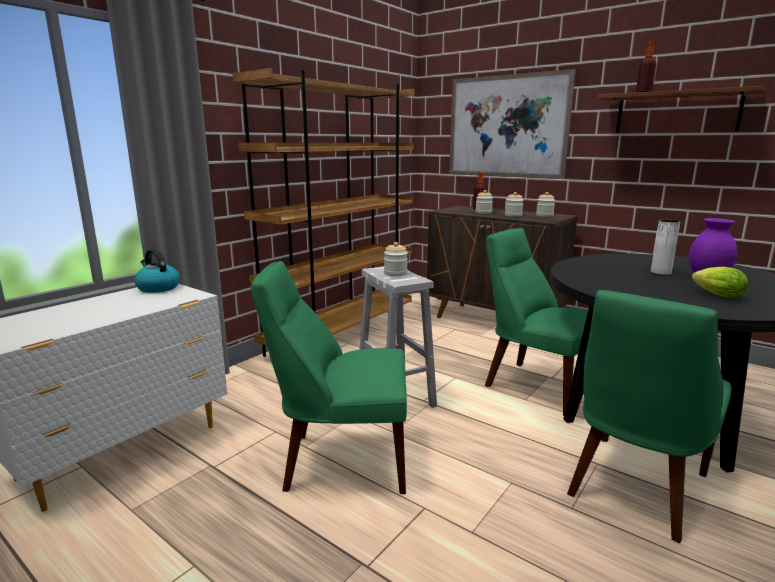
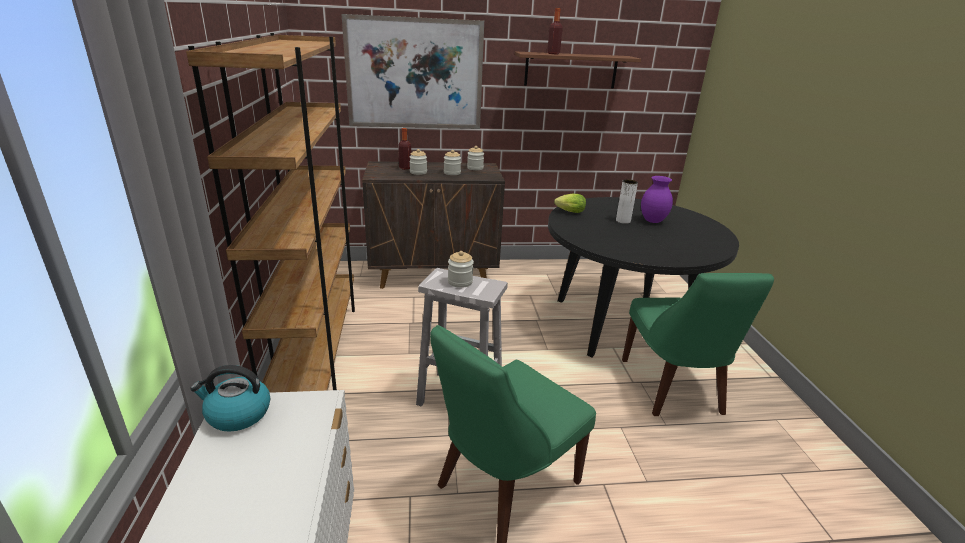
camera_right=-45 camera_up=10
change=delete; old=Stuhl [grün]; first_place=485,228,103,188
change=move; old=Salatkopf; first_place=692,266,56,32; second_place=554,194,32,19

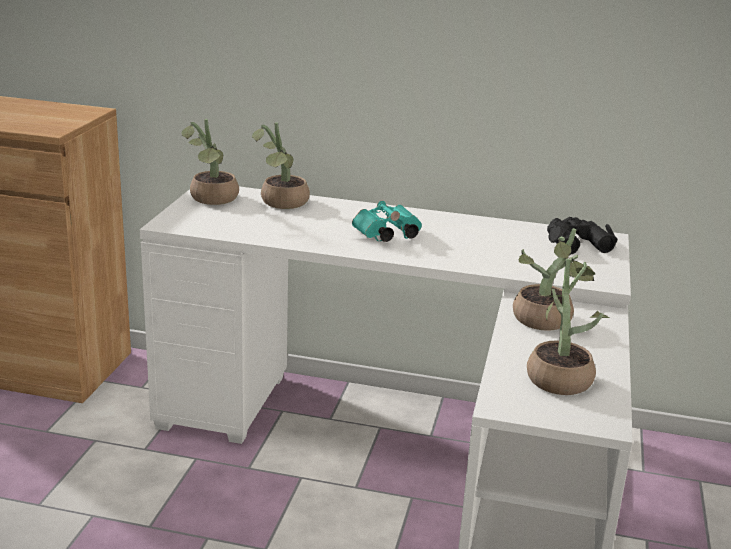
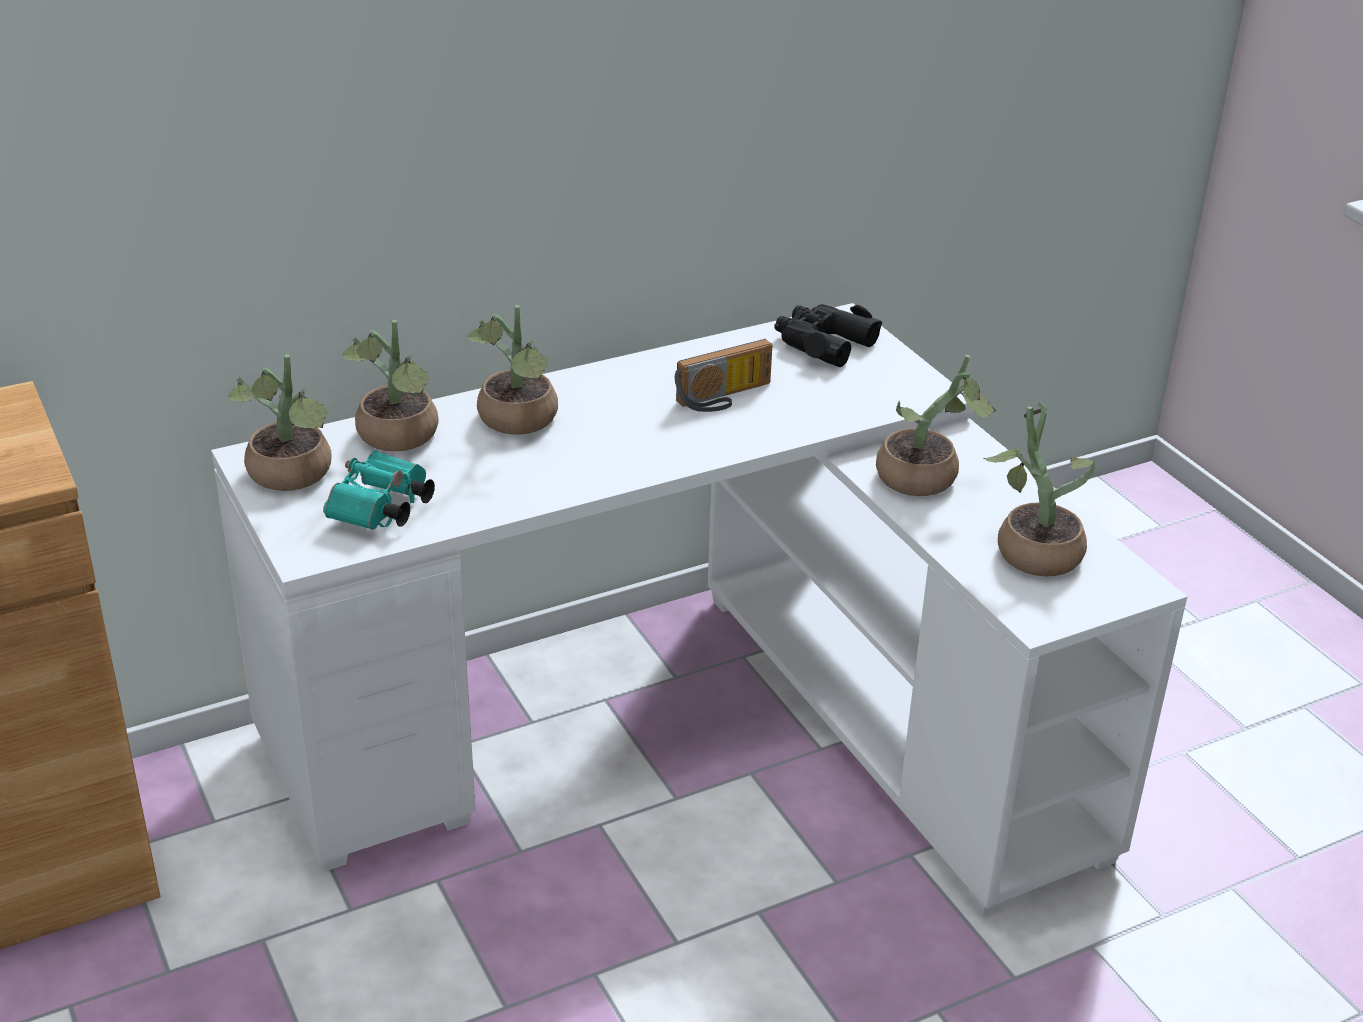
camera_right=-40 camera_up=10
change=move; old=Fernglas [türkis]; first_place=352,201,70,41; second_place=323,451,112,79
change=insert; new=Topfpflanze; second_place=468,305,90,130
change=insert; new=Radio; second_place=675,339,97,73

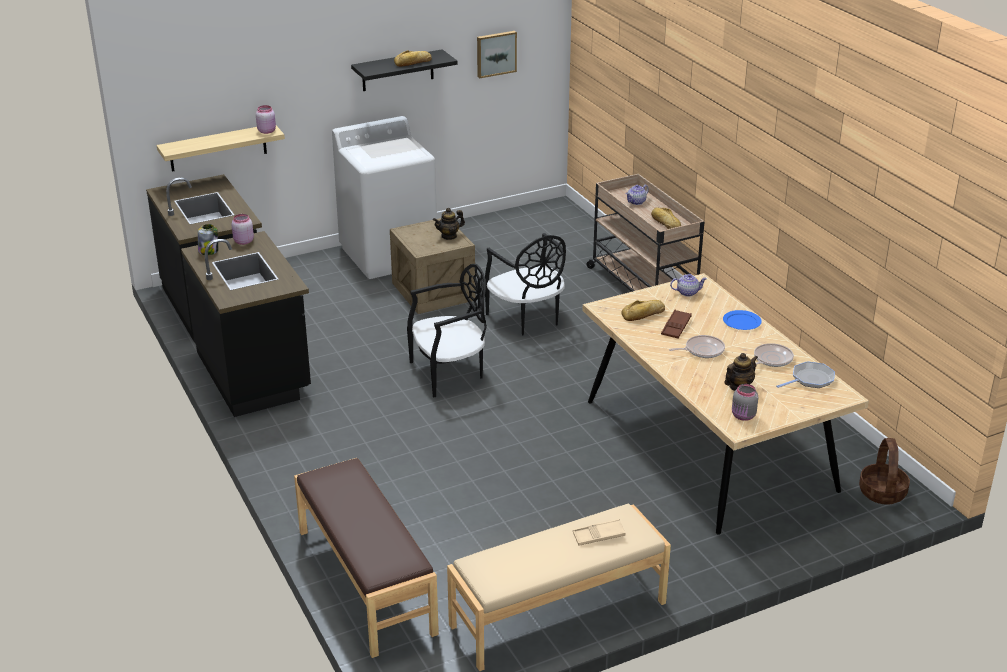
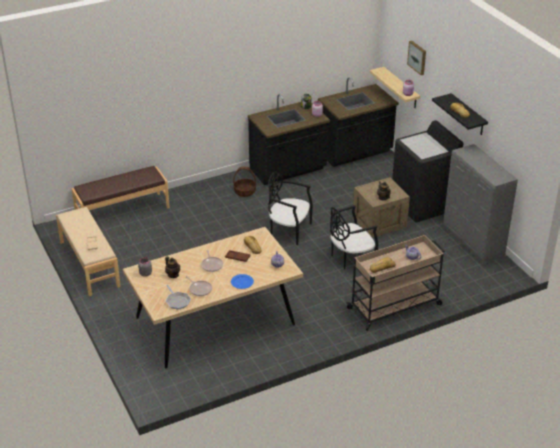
camera_right=90 camera_up=5
change=move; old=Bild; first_place=477,31,40,47; second_place=407,41,19,34
change=recolor; old=Waschmaschine [weiß]; new=Waschmaschine [schwarz]; first_place=332,116,105,163; second_place=392,120,71,103
change=rotate; old=Stuhl [schwarz]; first_place=407,264,80,133; second_place=268,172,45,73; degrees=135
change=move; old=Korb; first_place=859,438,51,67; second_place=233,167,23,30
change=insert; new=Schrank [grau]; second_place=443,144,75,119

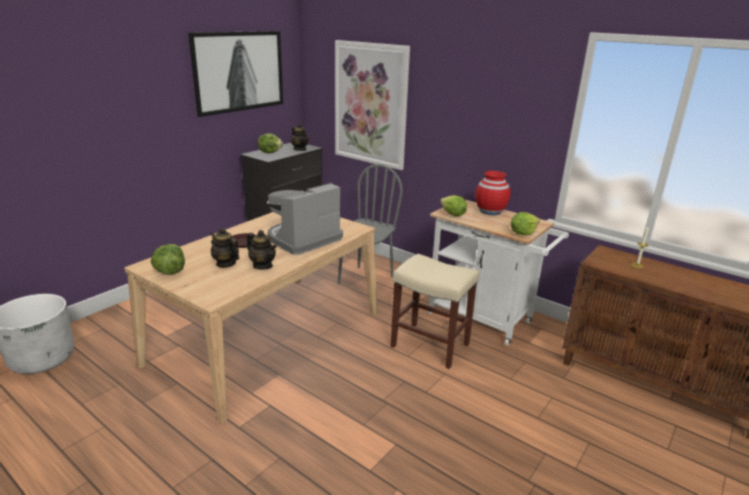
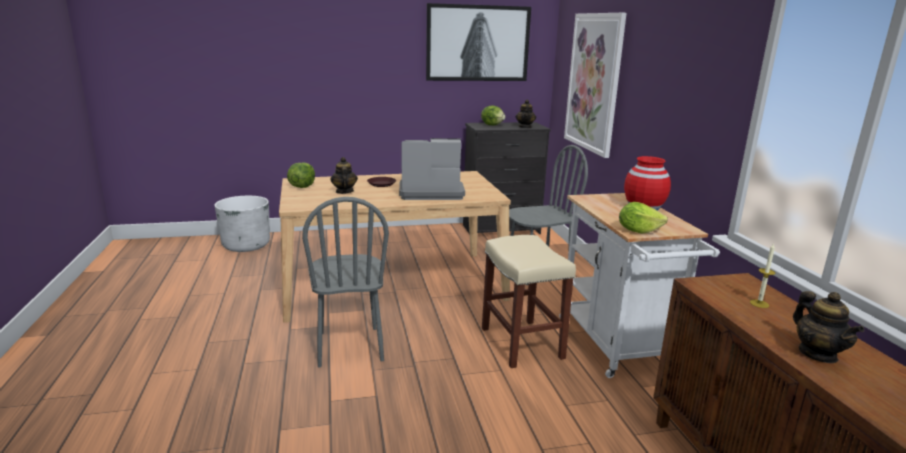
camera_right=40 camera_up=-5
change=delete; old=Salatkopf; first_place=440,195,27,21
change=move; old=Teekanne; first_place=247,230,29,40; second_place=793,291,71,72
change=insert; new=Stuhl [grau]; second_place=302,197,87,170

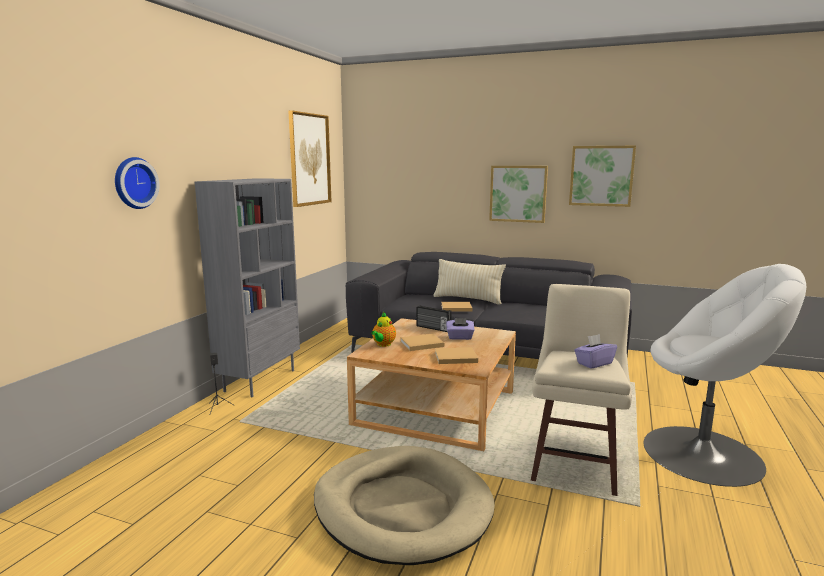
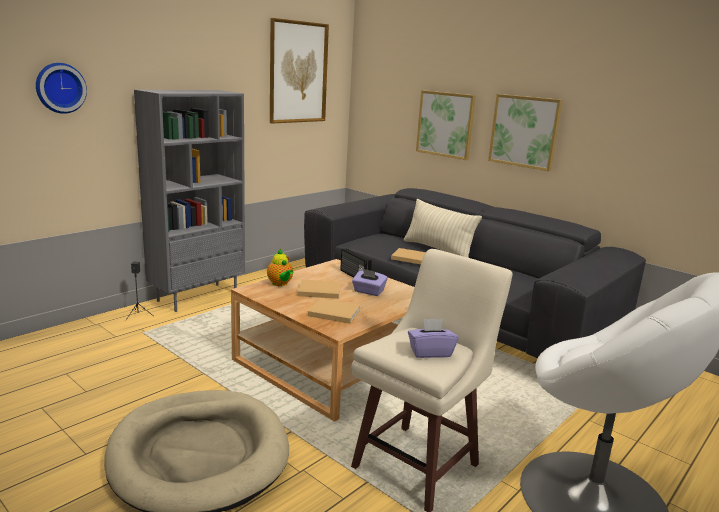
camera_right=20 camera_up=5
change=move; old=Bild; first_place=569,146,67,61; second_place=416,90,60,70
change=rotate; old=Teekanne; first_place=371,312,25,35; second_place=267,249,26,37; degrees=-75

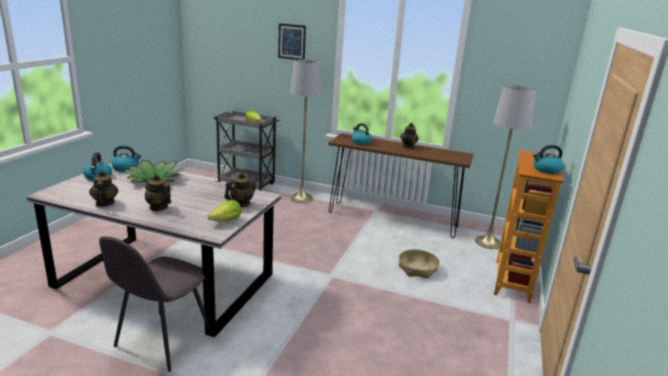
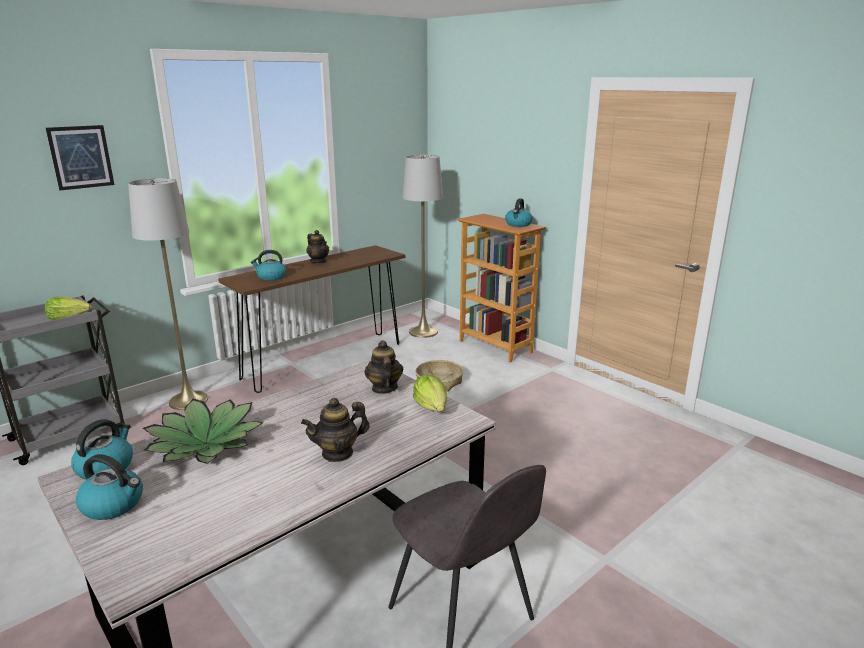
camera_right=-60 camera_up=0
change=delete; old=Teekanne; first_place=89,170,29,37

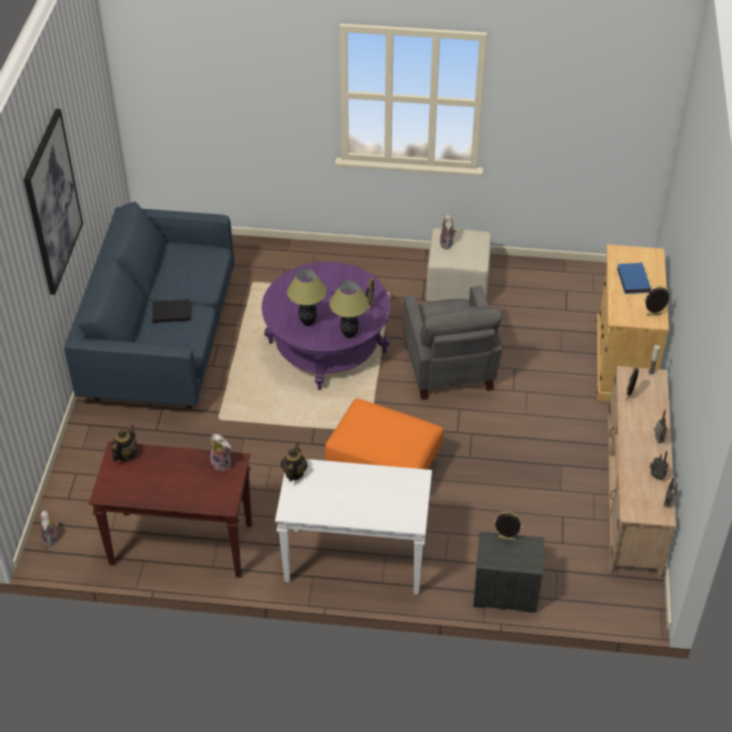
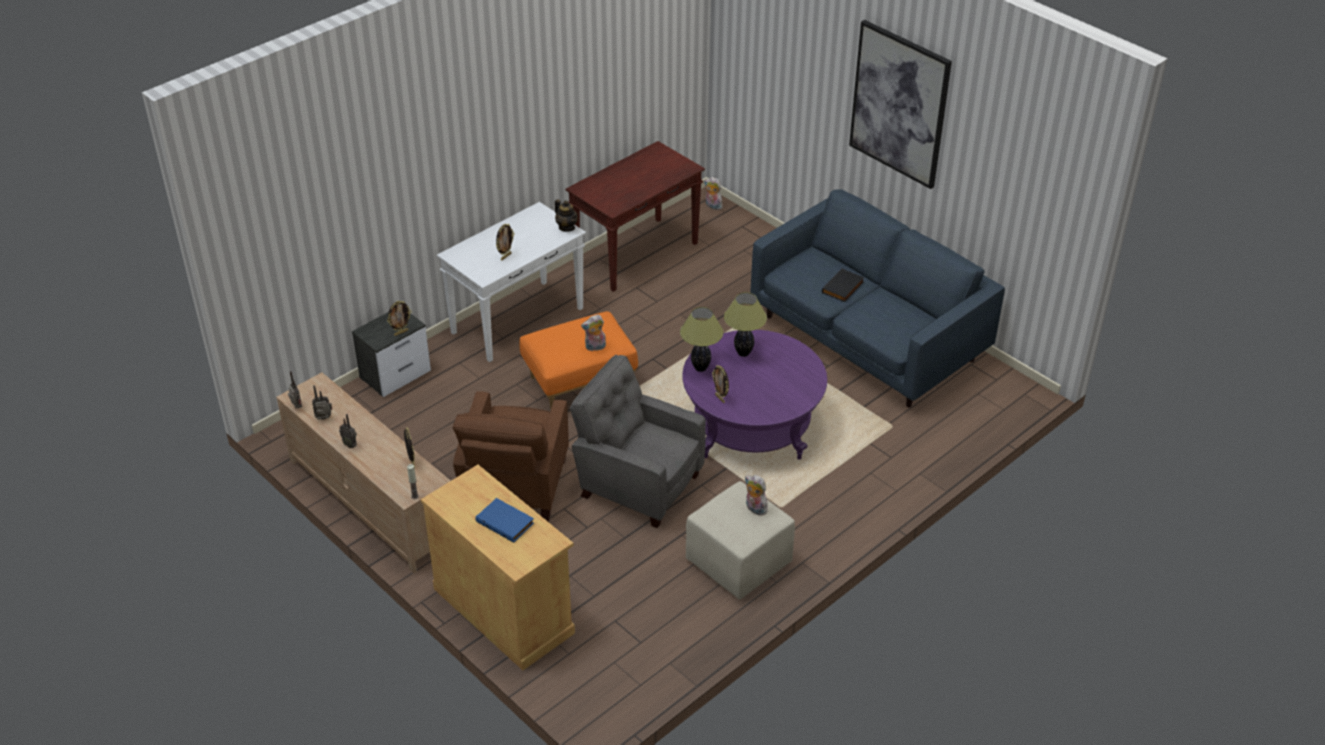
camera_right=130 camera_up=-5
change=move; old=Bilderrahmen; first_place=644,286,26,30; second_place=496,224,18,36
change=delete; old=Teekanne; first_place=112,425,25,36
change=move; old=Plüschtier; first_place=211,434,21,38; second_place=581,314,25,37
change=insert; new=Sessel [braun]; second_place=452,391,117,131

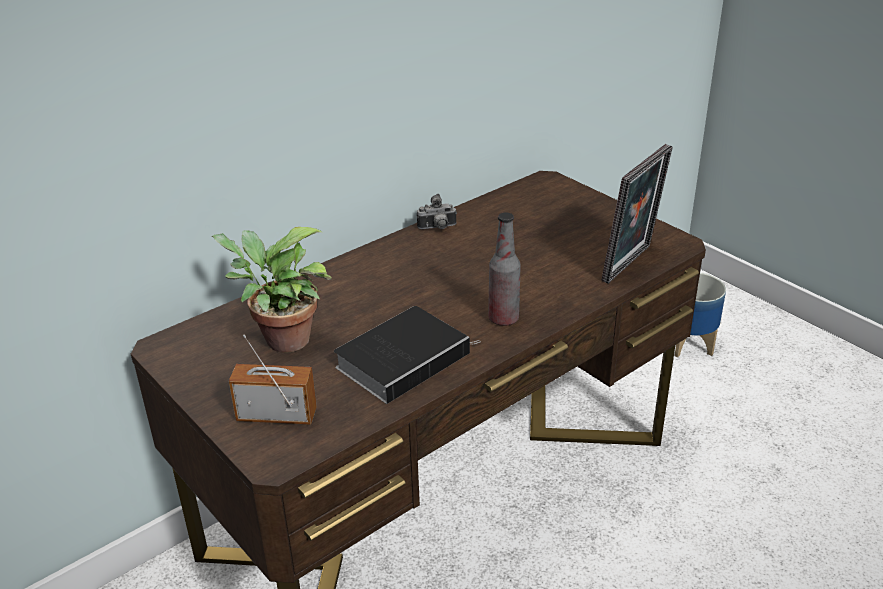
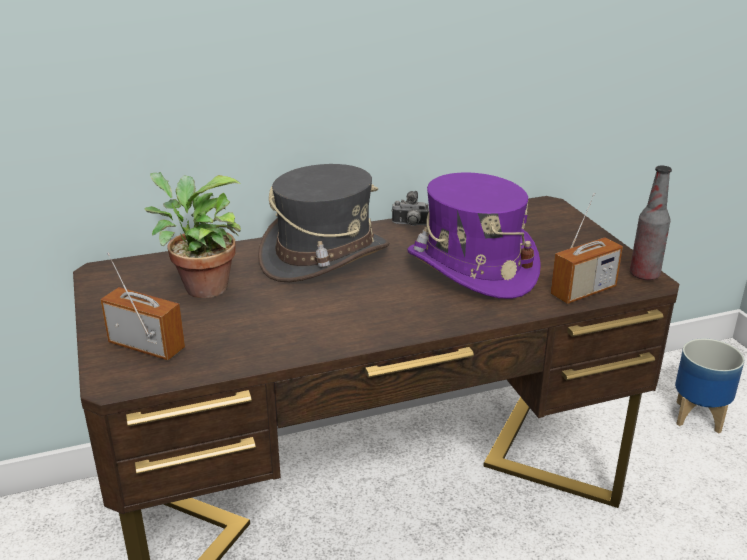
camera_right=20 camera_up=-5
change=replace; old=Bilderrahmen; new=Radio; first_place=601,144,72,140; second_place=551,193,72,111
change=move; old=Flasche; first_place=488,212,33,114; second_place=630,166,42,114
change=delete; old=Buch; first_place=334,306,146,98
change=insert; new=Hut [grau]; second_place=258,164,132,118
change=insert; new=Hut [lila]; second_place=407,172,134,127

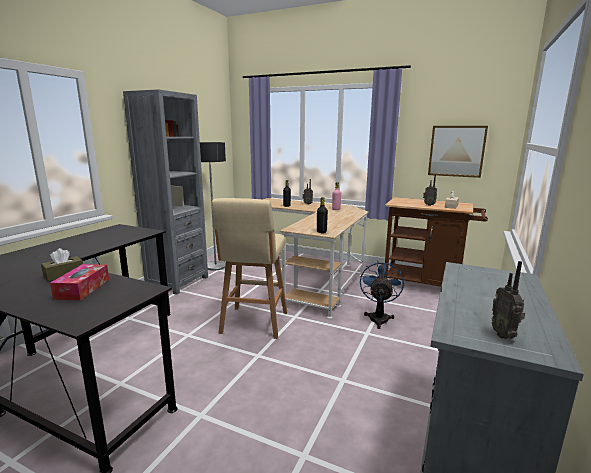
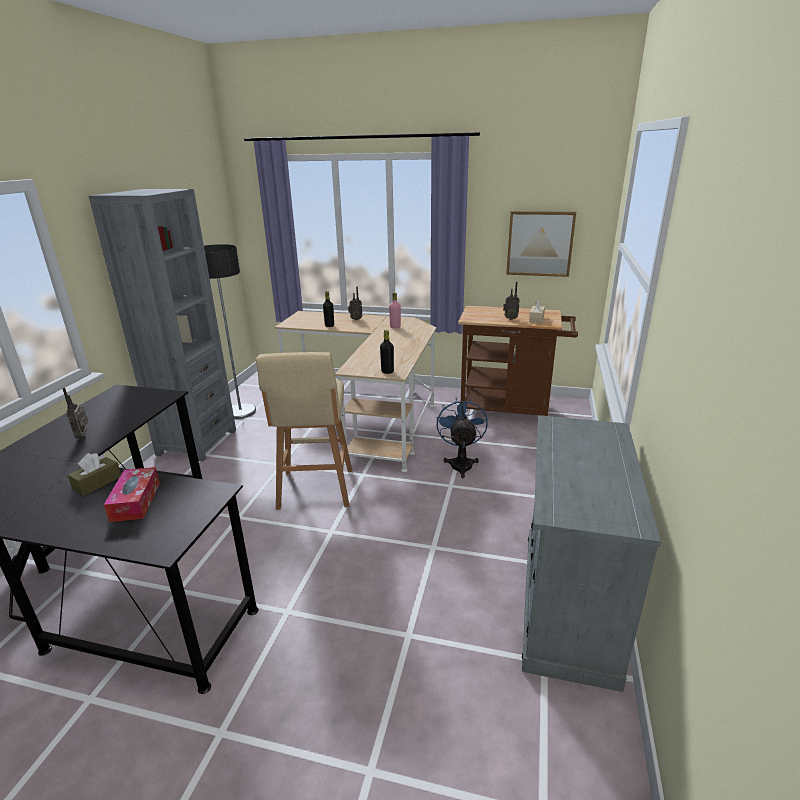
camera_right=-10 camera_up=10
change=move; old=Radio; first_place=492,261,33,78; second_place=62,388,26,51

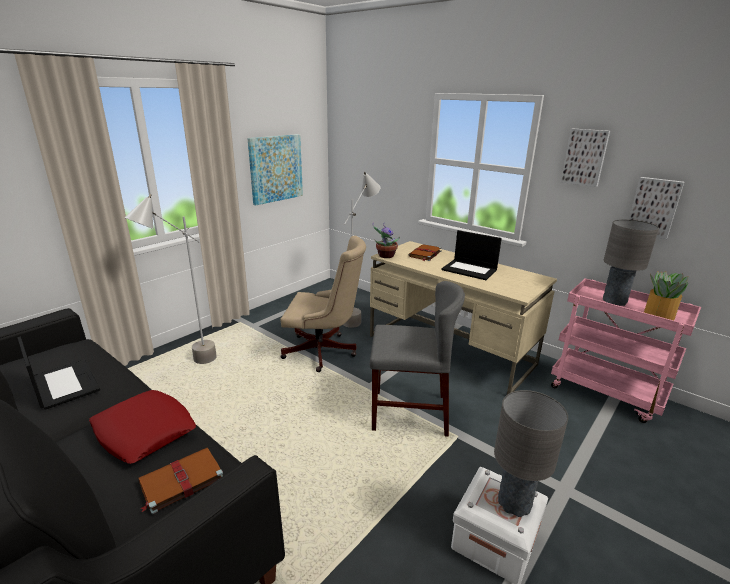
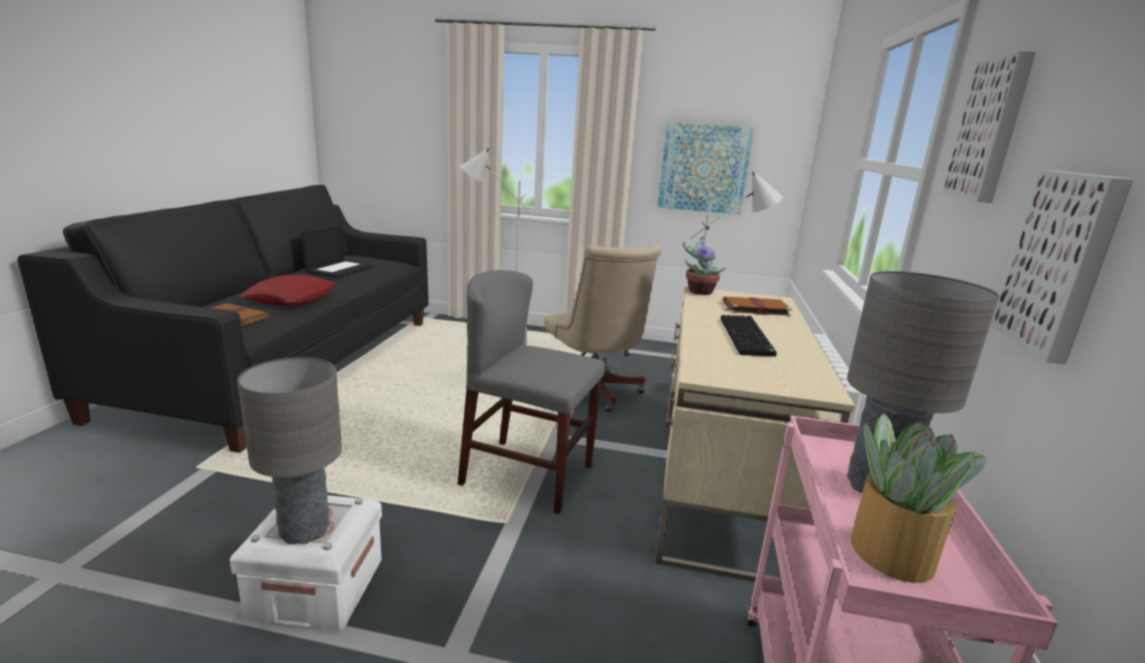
camera_right=60 camera_up=-5
change=replace; old=Laptop; new=Tastatur; first_place=441,230,61,50; second_place=721,315,56,41
change=rotate; old=Stuhl [grau]; first_place=370,281,95,156; second_place=458,270,147,244; degrees=135

